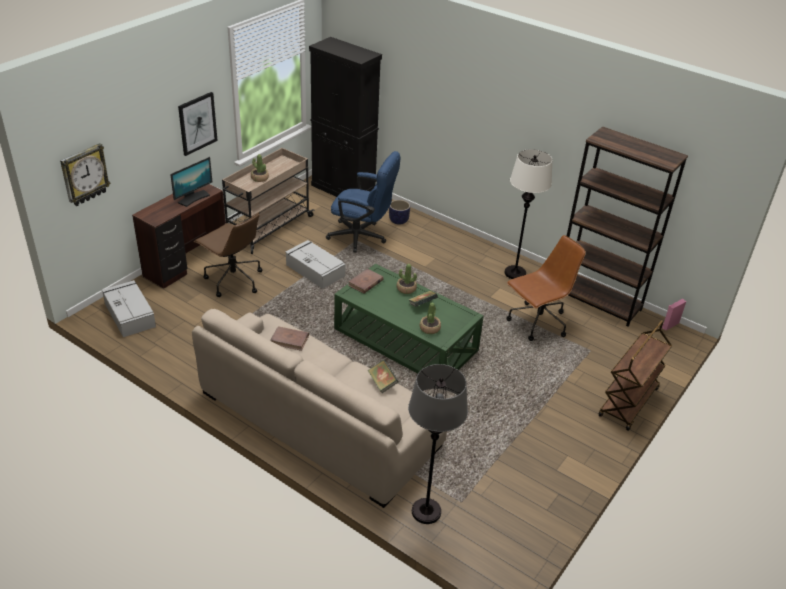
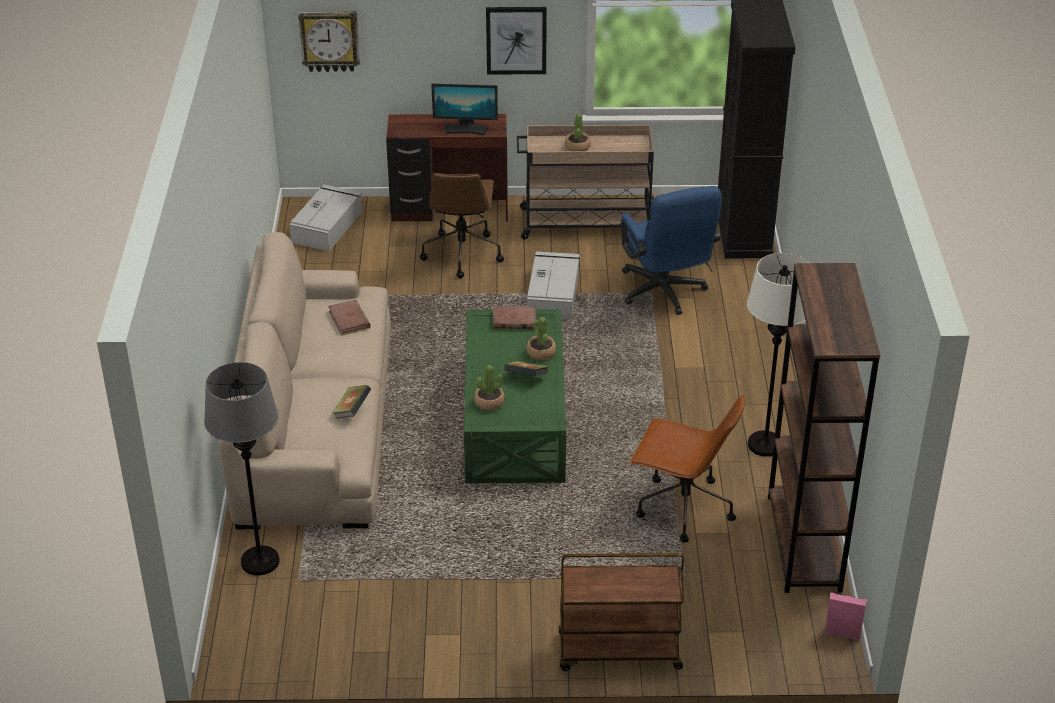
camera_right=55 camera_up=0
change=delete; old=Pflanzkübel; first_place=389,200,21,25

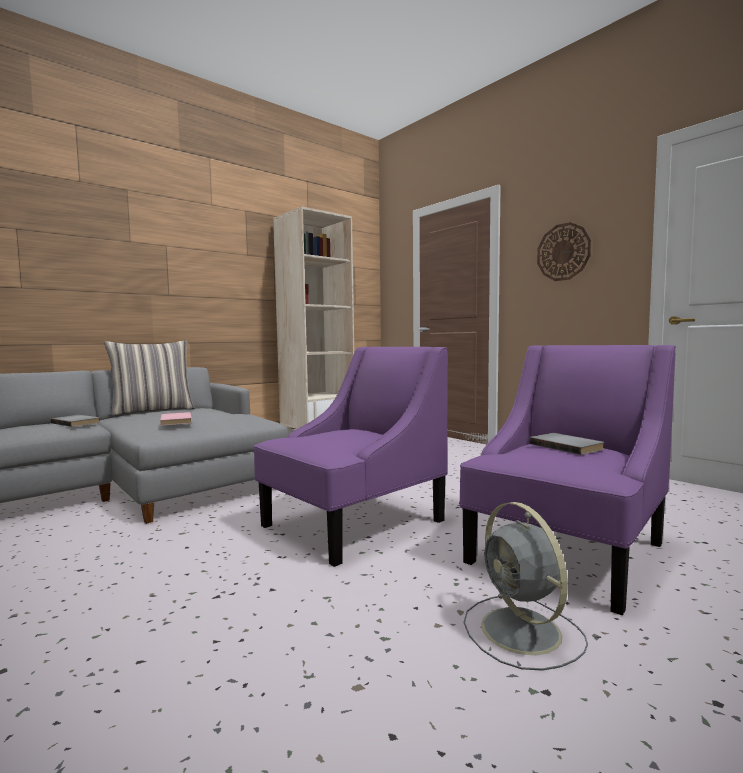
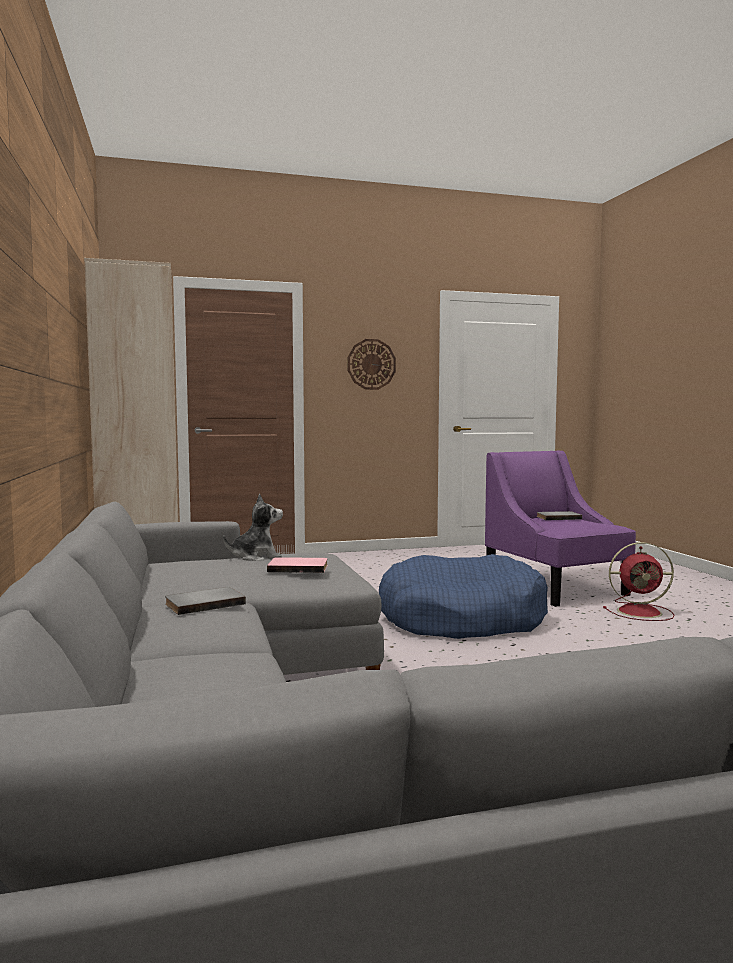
camera_right=-65 camera_up=0
change=delete; old=Kissen; first_place=104,340,91,76
change=replace; old=Sessel [lila]; new=Hundebett [blau]; first_place=254,347,194,220; second_place=379,554,169,85
change=recolor; old=Ventilator [grau]; new=Ventilator [rot]; first_place=464,502,124,169; second_place=603,542,72,79
change=insert; new=Plüschtier; second_place=223,494,60,67

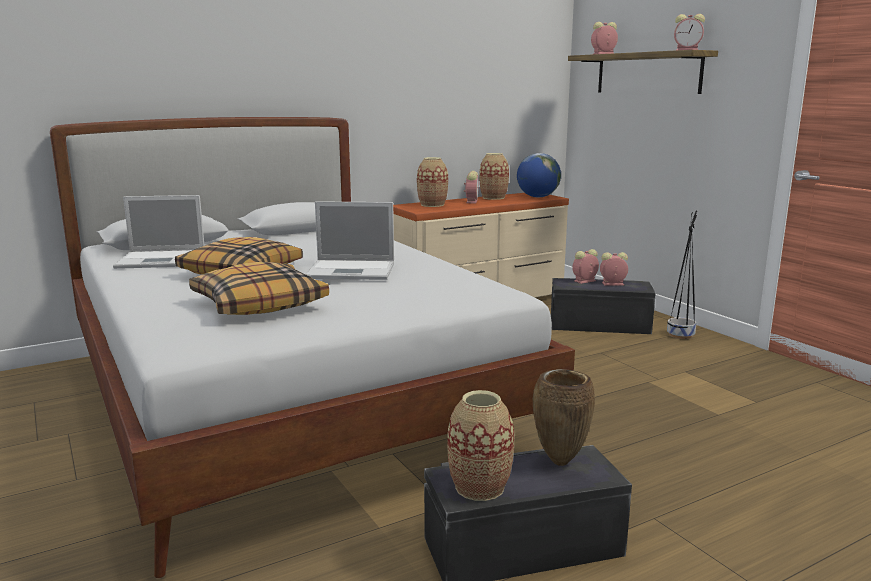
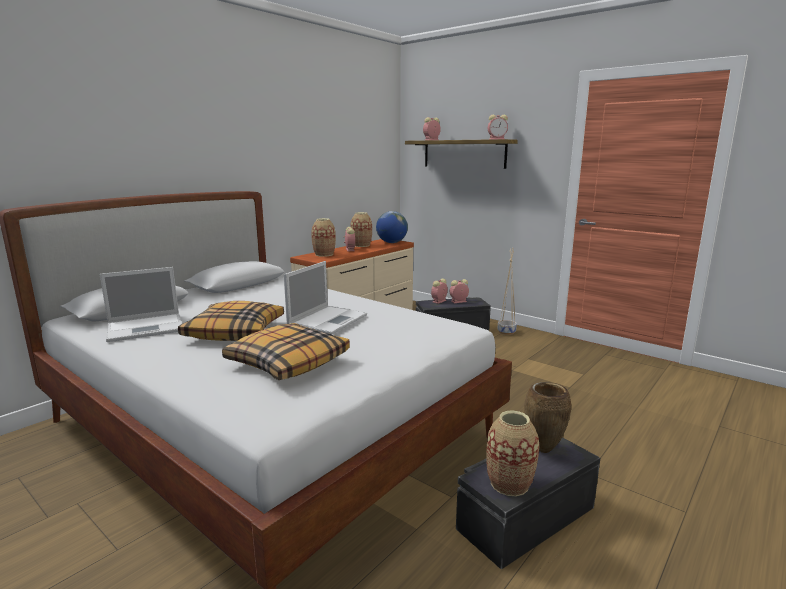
camera_right=-20 camera_up=0
change=rotate; old=Laptop; first_place=306,201,88,79; second_place=284,261,83,73; degrees=-45
change=recolor; old=Pflanzkübel [schwarz]; new=Pflanzkübel [beige]; first_place=667,211,30,128; second_place=498,248,19,87

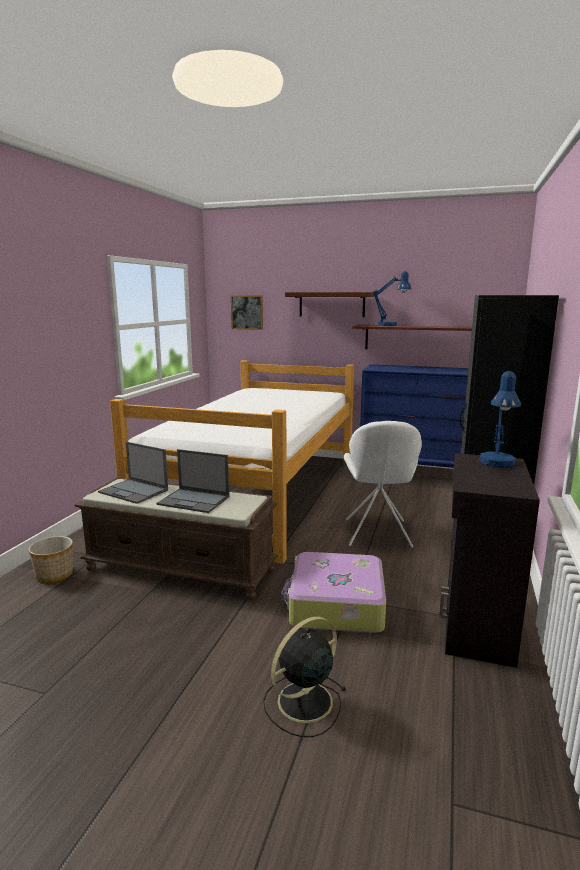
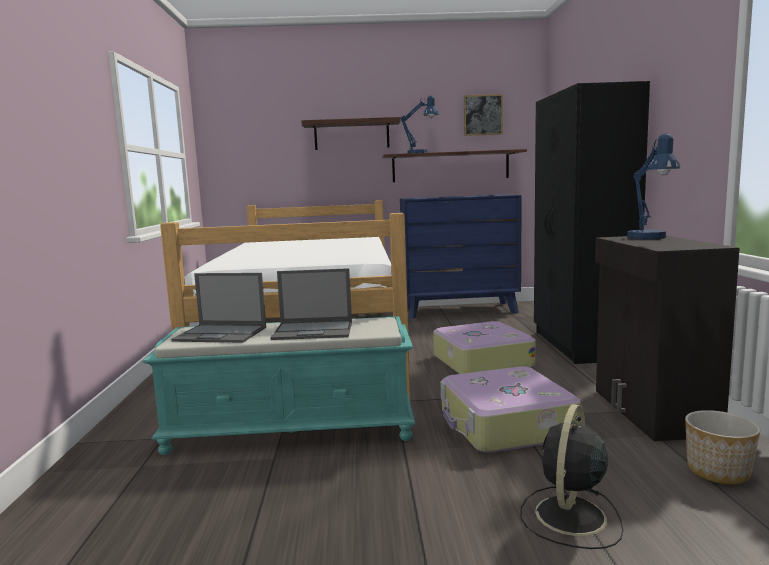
camera_right=-20 camera_up=-5
change=move; old=Bild; first_place=231,296,32,34; second_place=464,94,39,42
change=replace; old=Stuhl [weiß]; new=Koffer; first_place=344,421,78,127; second_place=433,321,103,53
change=recolor; old=Bank [braun]; new=Bank [türkis]; first_place=74,478,203,122; second_place=142,316,273,139
change=move; old=Pflanzkübel; first_place=28,536,45,47; second_place=685,410,75,75

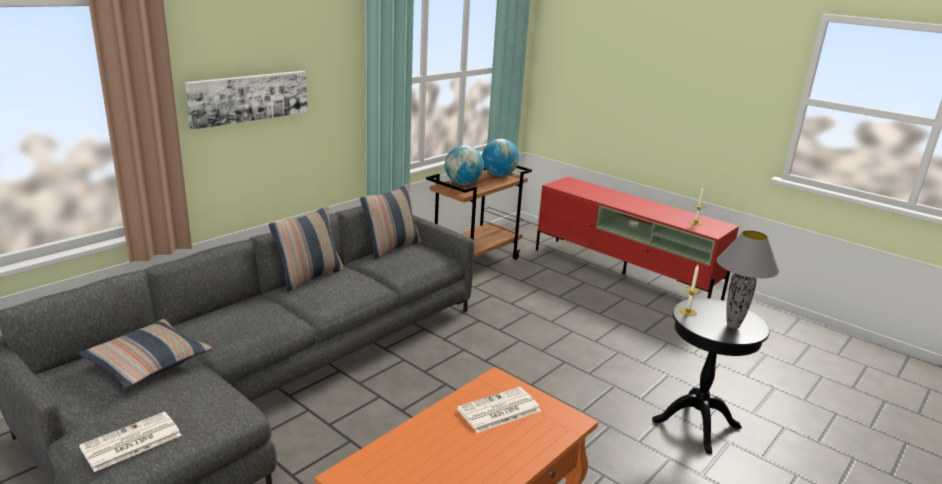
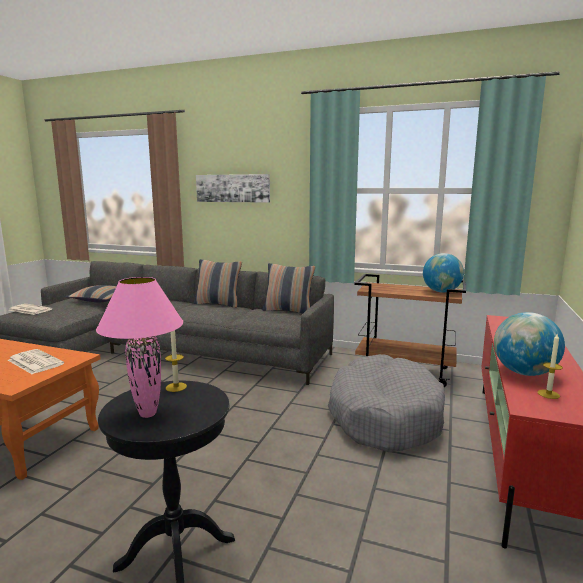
camera_right=70 camera_up=-10
change=move; old=Globus; first_place=445,145,39,40; second_place=494,312,71,64
change=recolor; old=Tischlampe [grau]; new=Tischlampe [rosa]; first_place=717,230,62,99; second_place=96,277,88,141
change=insert; new=Hundebett [grau]; second_place=328,354,117,98

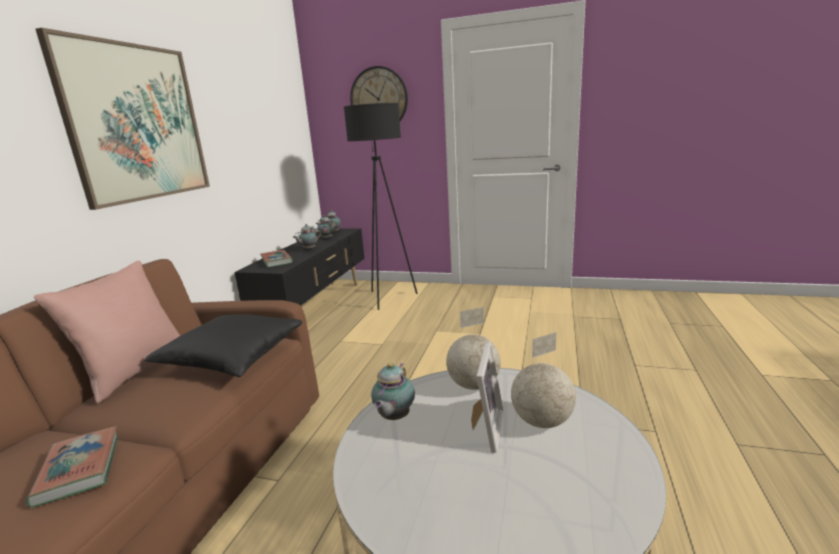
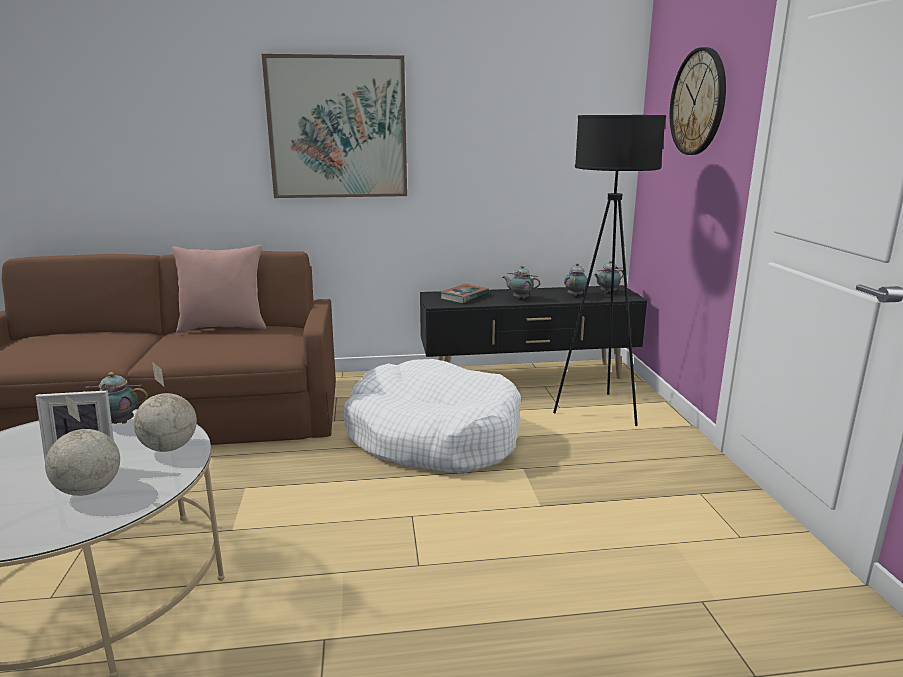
camera_right=65 camera_up=0
change=delete; old=Kissen [schwarz]; first_place=144,314,158,63
change=delete; old=Buch; first_place=26,426,92,82
change=insert; new=Hundebett [weiß]; second_place=343,359,178,115

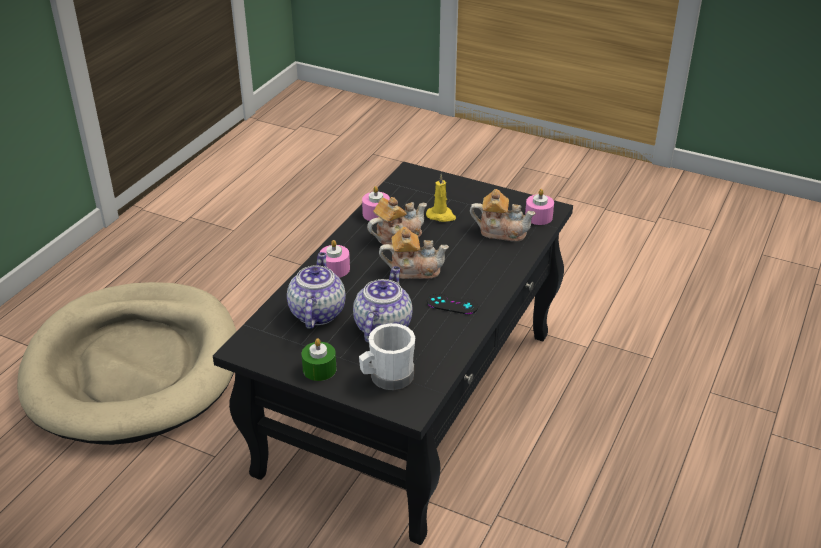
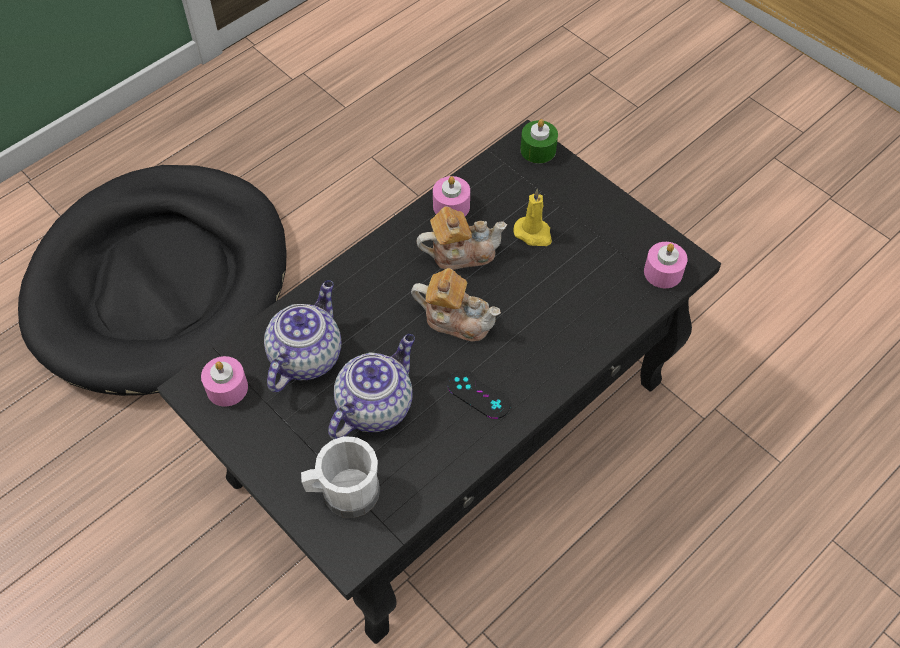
camera_right=20 camera_up=20
change=delete; old=Teekanne; first_place=470,189,66,53
change=move; old=Kerze [rosa]; first_place=320,240,30,38; second_place=201,356,47,51
change=recolor; old=Hundebett [beige]; new=Hundebett [schwarz]; first_place=17,282,219,163; second_place=18,165,269,231
change=move; old=Kerze [grün]; first_place=301,338,35,43; second_place=520,119,38,45

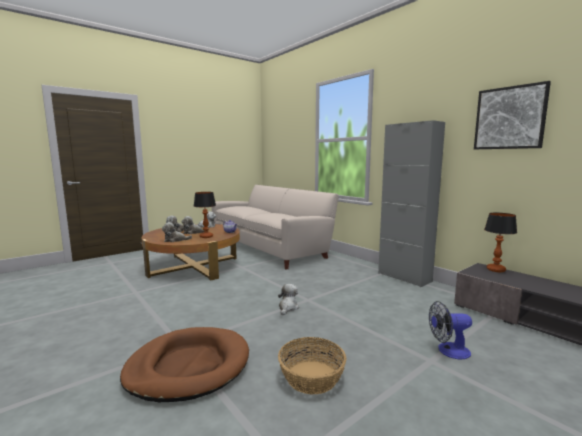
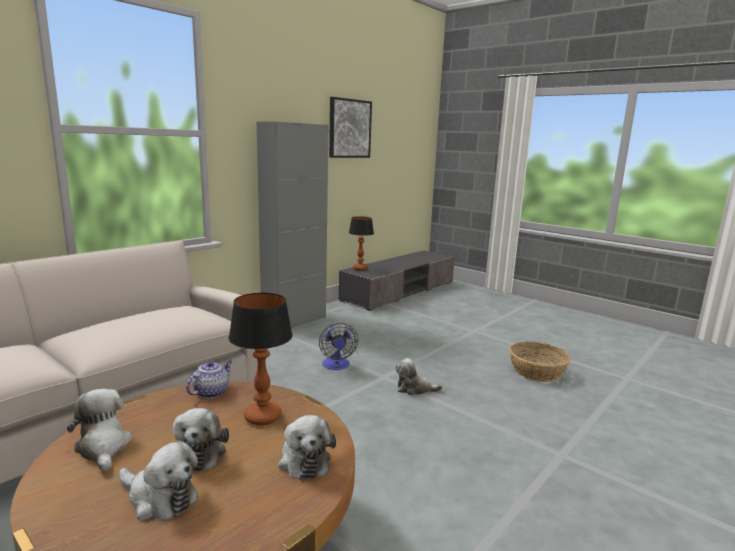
camera_right=-100 camera_up=5
change=move; old=Ventilator; first_place=429,301,43,59; second_place=319,323,40,47
change=delete; old=Hundebett [braun]; first_place=120,327,129,75

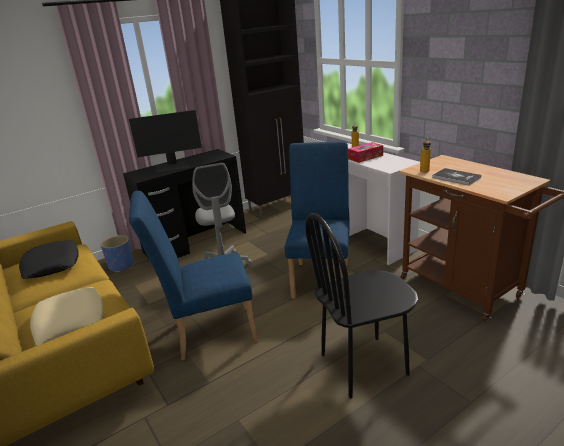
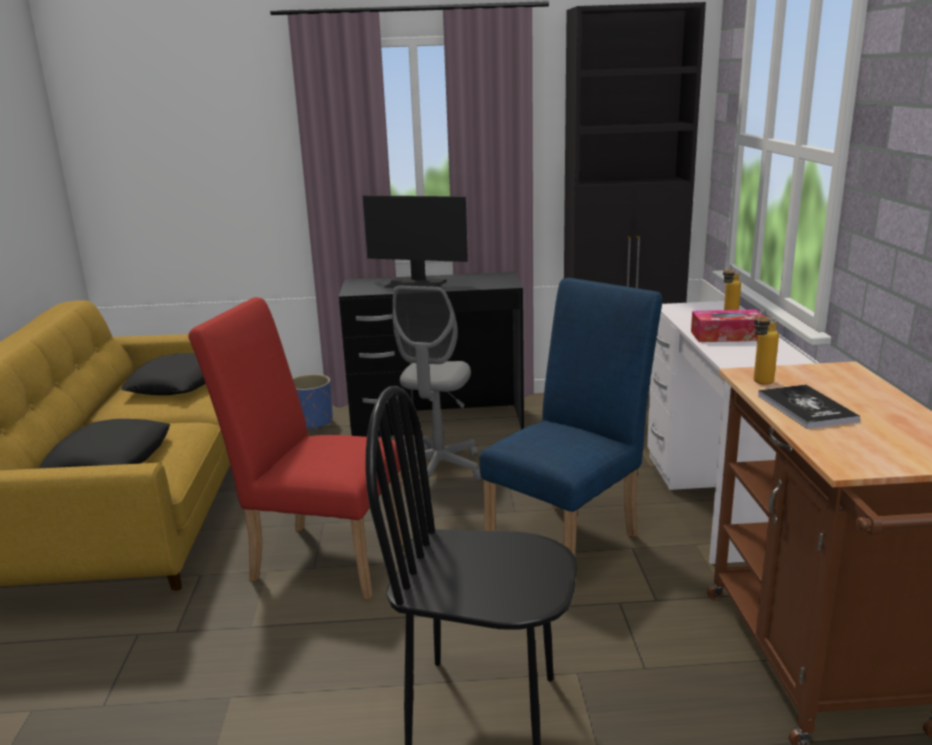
camera_right=30 camera_up=-5
change=recolor; old=Stuhl [blau]; new=Stuhl [rot]; first_place=129,191,129,170; second_place=188,297,216,303
change=recolor; old=Kissen [beige]; new=Kissen [schwarz]; first_place=30,287,74,59; second_place=39,419,131,49

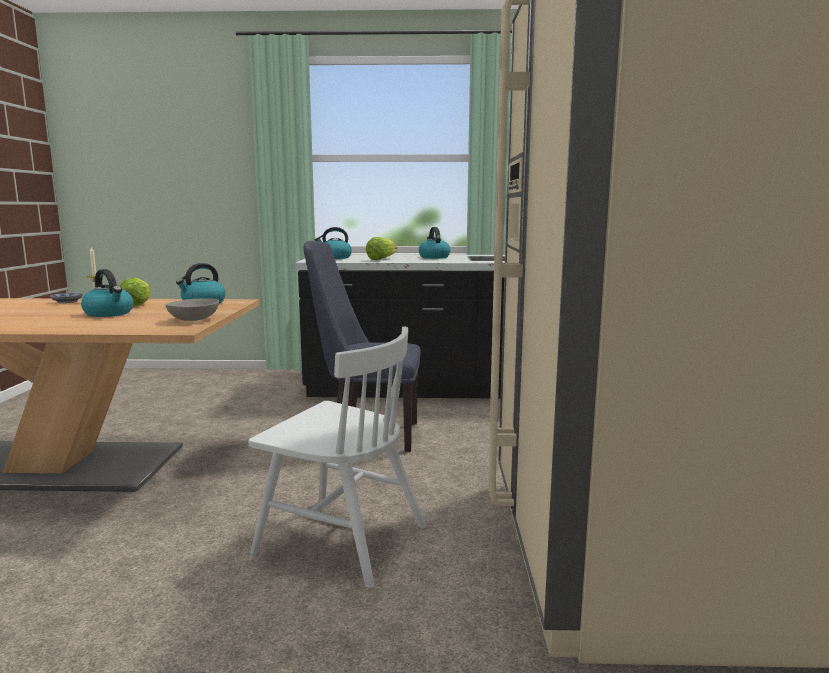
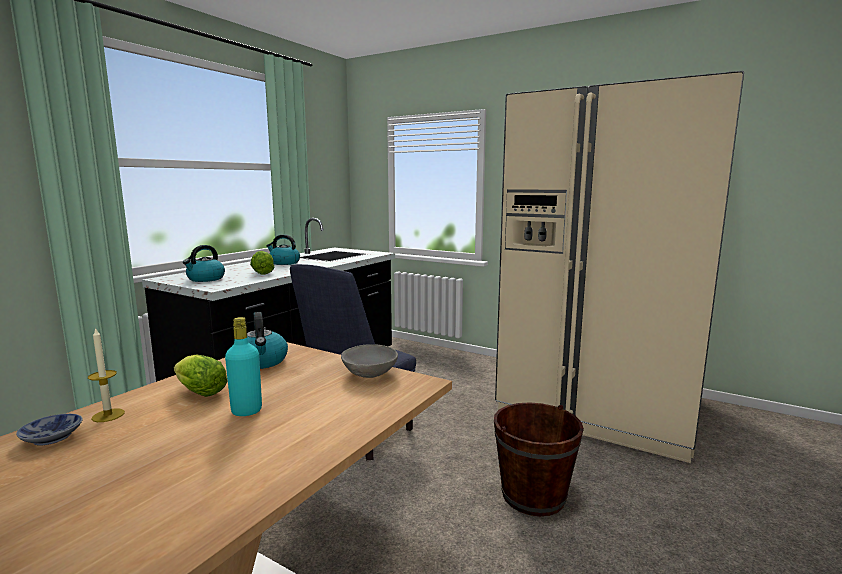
camera_right=-60 camera_up=0
change=replace; old=Wasserkessel; new=Flasche [türkis]; first_place=81,269,52,48; second_place=225,317,37,99
change=replace; old=Stuhl [weiß]; new=Eimer [braun]; first_place=248,326,178,262; second_place=494,402,90,114

